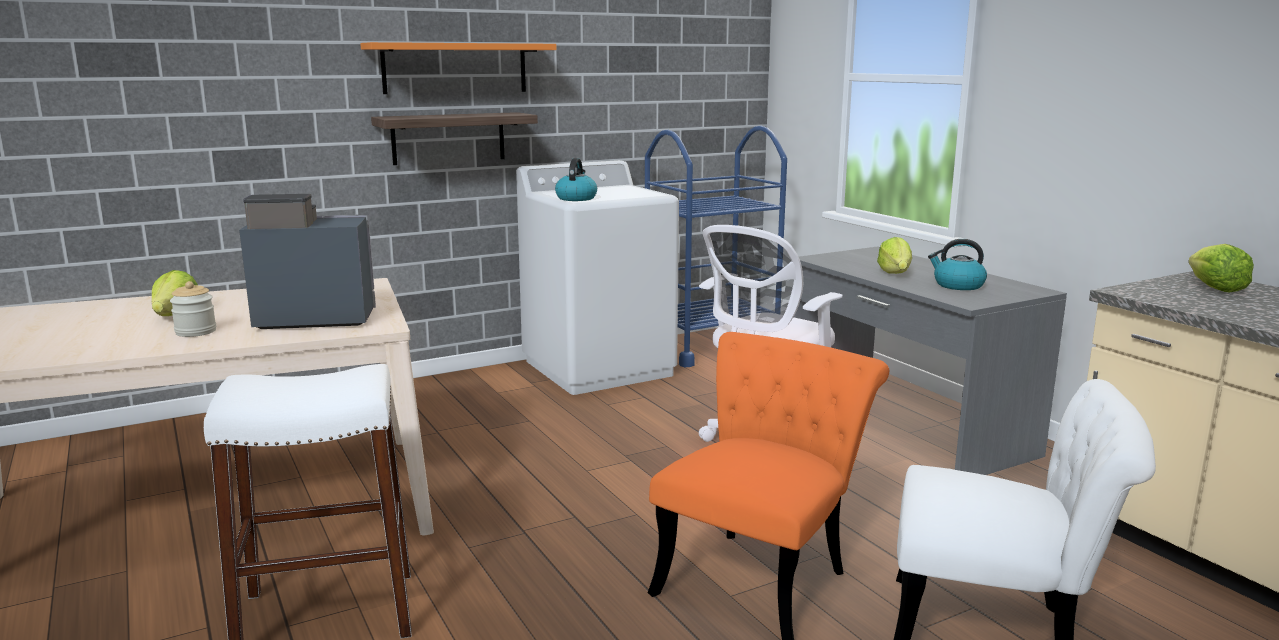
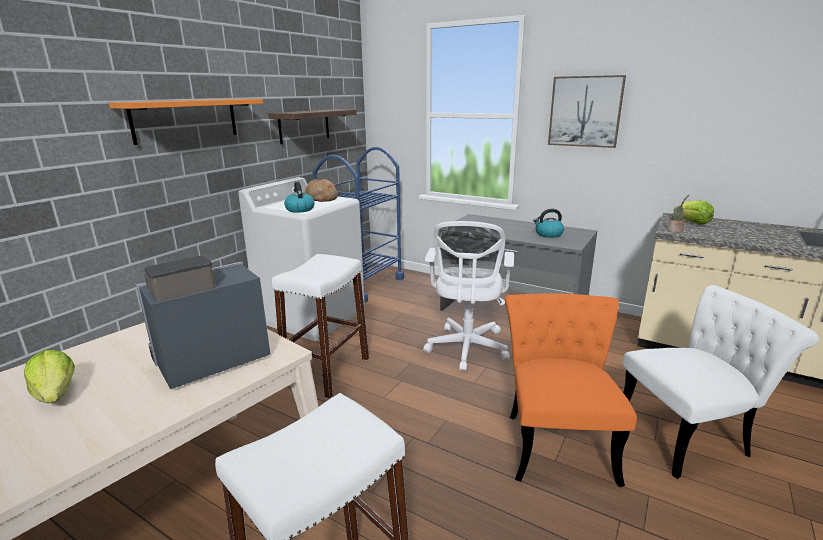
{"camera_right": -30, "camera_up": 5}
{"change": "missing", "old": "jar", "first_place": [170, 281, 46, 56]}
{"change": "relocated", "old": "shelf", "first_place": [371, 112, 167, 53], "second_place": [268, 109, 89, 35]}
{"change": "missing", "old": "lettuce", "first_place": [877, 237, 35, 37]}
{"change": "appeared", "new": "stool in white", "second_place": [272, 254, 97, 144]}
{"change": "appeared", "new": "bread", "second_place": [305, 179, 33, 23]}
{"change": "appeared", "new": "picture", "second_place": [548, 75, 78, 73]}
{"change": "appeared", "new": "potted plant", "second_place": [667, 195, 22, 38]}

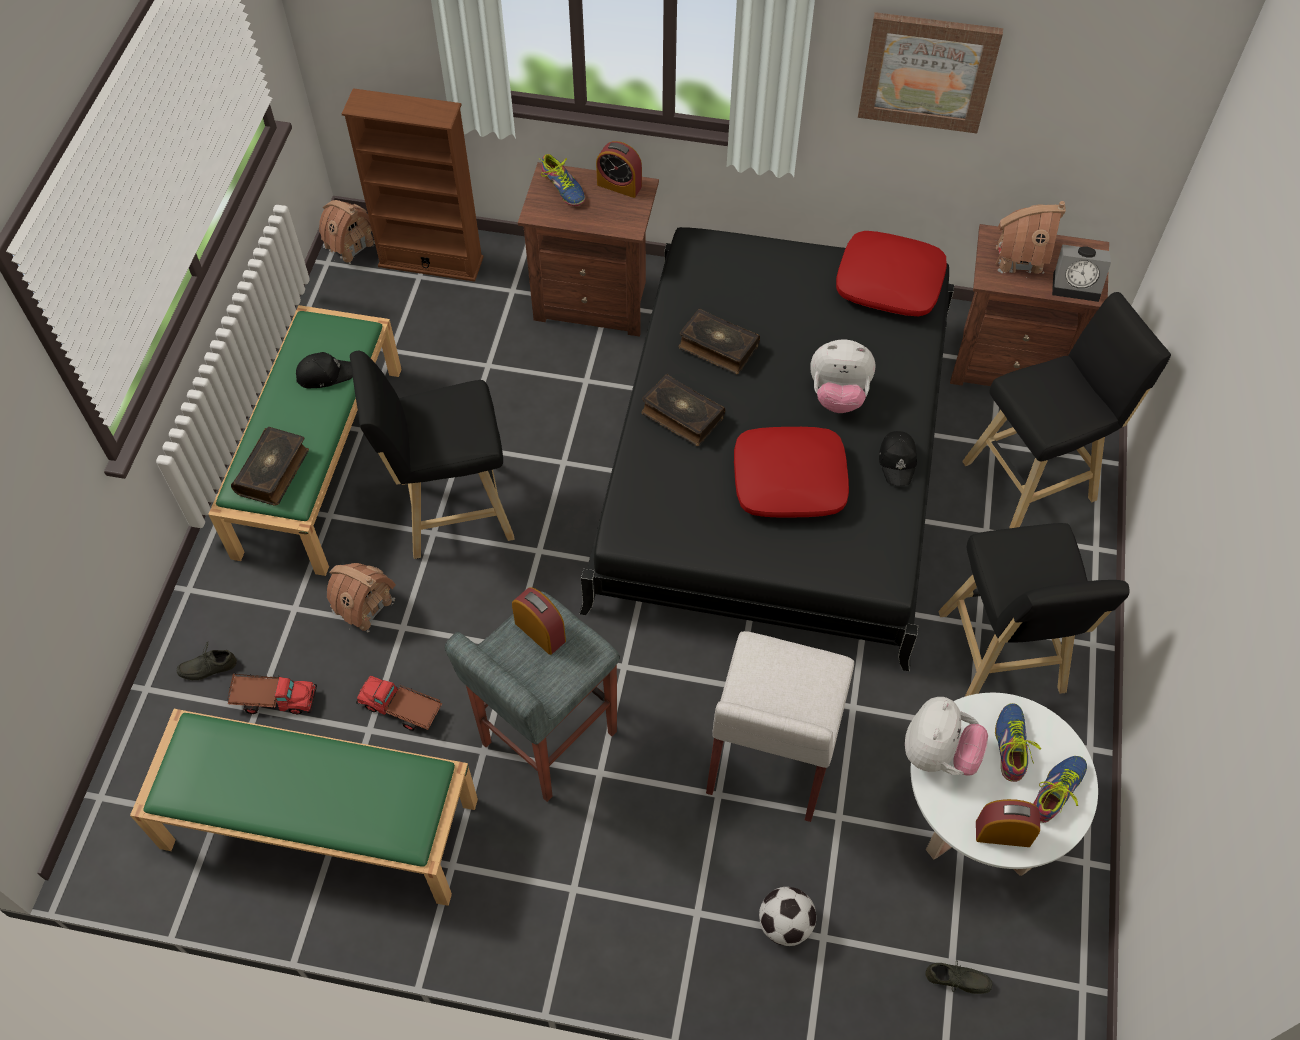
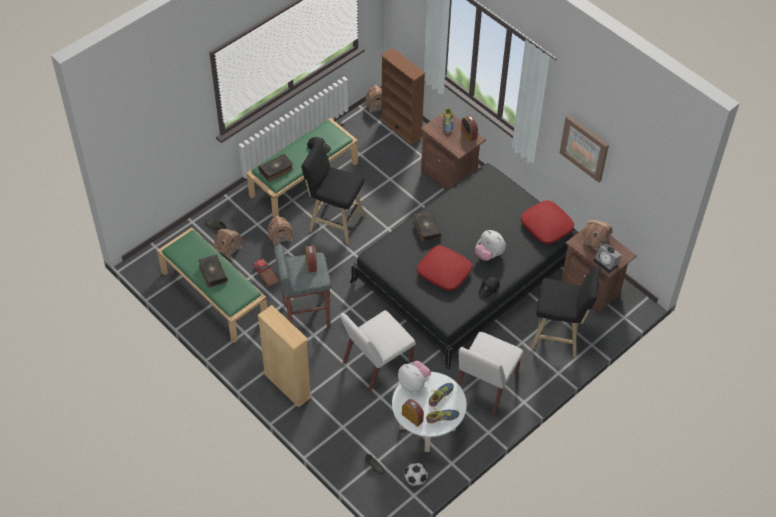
{"camera_right": 35, "camera_up": -5}
{"change": "exchanged", "old": "toy truck", "new": "toy house", "first_place": [227, 673, 90, 41], "second_place": [215, 229, 28, 30]}
{"change": "relocated", "old": "book", "first_place": [679, 308, 81, 66], "second_place": [199, 255, 29, 33]}
{"change": "relocated", "old": "football", "first_place": [759, 887, 57, 59], "second_place": [404, 462, 24, 24]}
{"change": "spun", "old": "plush toy", "first_place": [905, 697, 83, 79], "second_place": [398, 361, 33, 31], "degrees": -105}
{"change": "exchanged", "old": "stool in black", "new": "chair in white", "first_place": [939, 523, 190, 173], "second_place": [457, 332, 66, 83]}
{"change": "appeared", "new": "bookcase in beige", "second_place": [257, 305, 55, 102]}

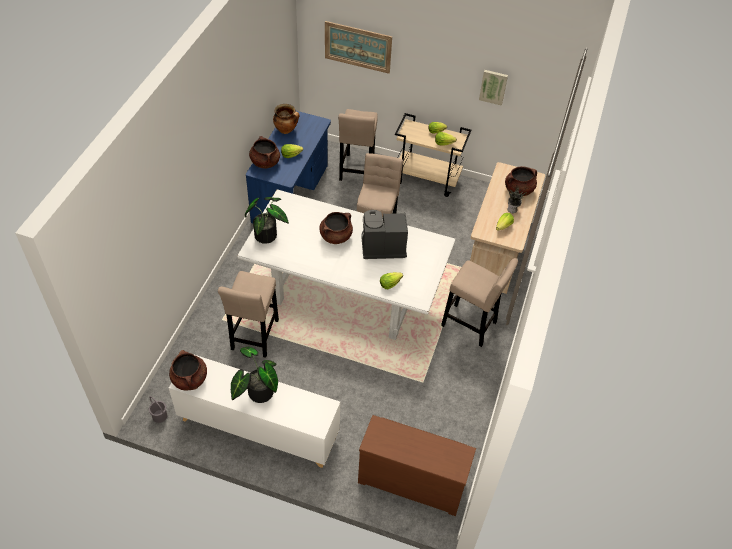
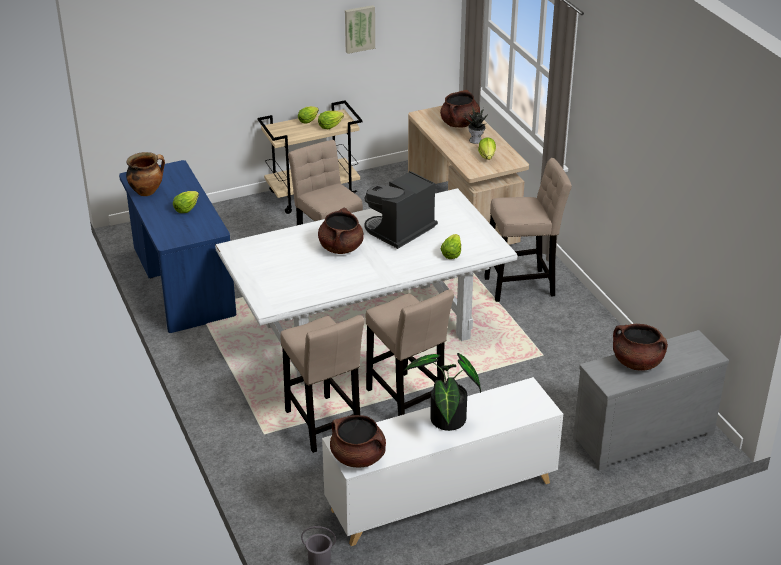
{"camera_right": -40, "camera_up": -15}
{"change": "missing", "old": "potted plant", "first_place": [245, 197, 44, 47]}
{"change": "relocated", "old": "cooking pot in brown", "first_place": [249, 136, 31, 32], "second_place": [613, 324, 55, 47]}
{"change": "missing", "old": "picture", "first_place": [325, 21, 67, 53]}
{"change": "relocated", "old": "stool in beige", "first_place": [338, 109, 40, 72], "second_place": [366, 289, 88, 127]}
{"change": "colour", "old": "dresser in brown", "new": "dresser in grey", "first_place": [358, 415, 118, 101], "second_place": [573, 330, 156, 141]}

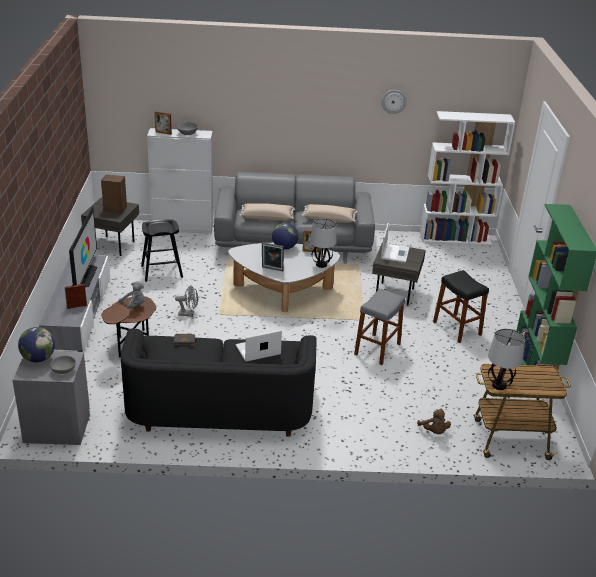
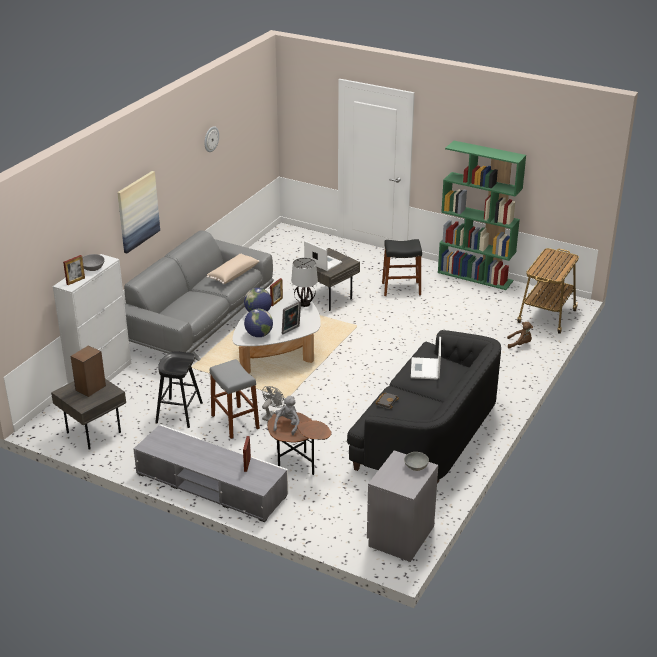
{"camera_right": -60, "camera_up": 0}
{"change": "relocated", "old": "globe", "first_place": [18, 327, 37, 35], "second_place": [244, 309, 29, 28]}
{"change": "missing", "old": "television", "first_place": [69, 206, 29, 81]}
{"change": "missing", "old": "pillow in beige", "first_place": [239, 203, 56, 18]}
{"change": "relocated", "old": "stool in grey", "first_place": [354, 288, 51, 77], "second_place": [210, 359, 50, 80]}
{"change": "missing", "old": "bookcase in white", "first_place": [420, 111, 95, 134]}
{"change": "missing", "old": "table lamp", "first_place": [488, 329, 37, 61]}
{"change": "appeared", "new": "picture", "second_place": [117, 171, 43, 83]}

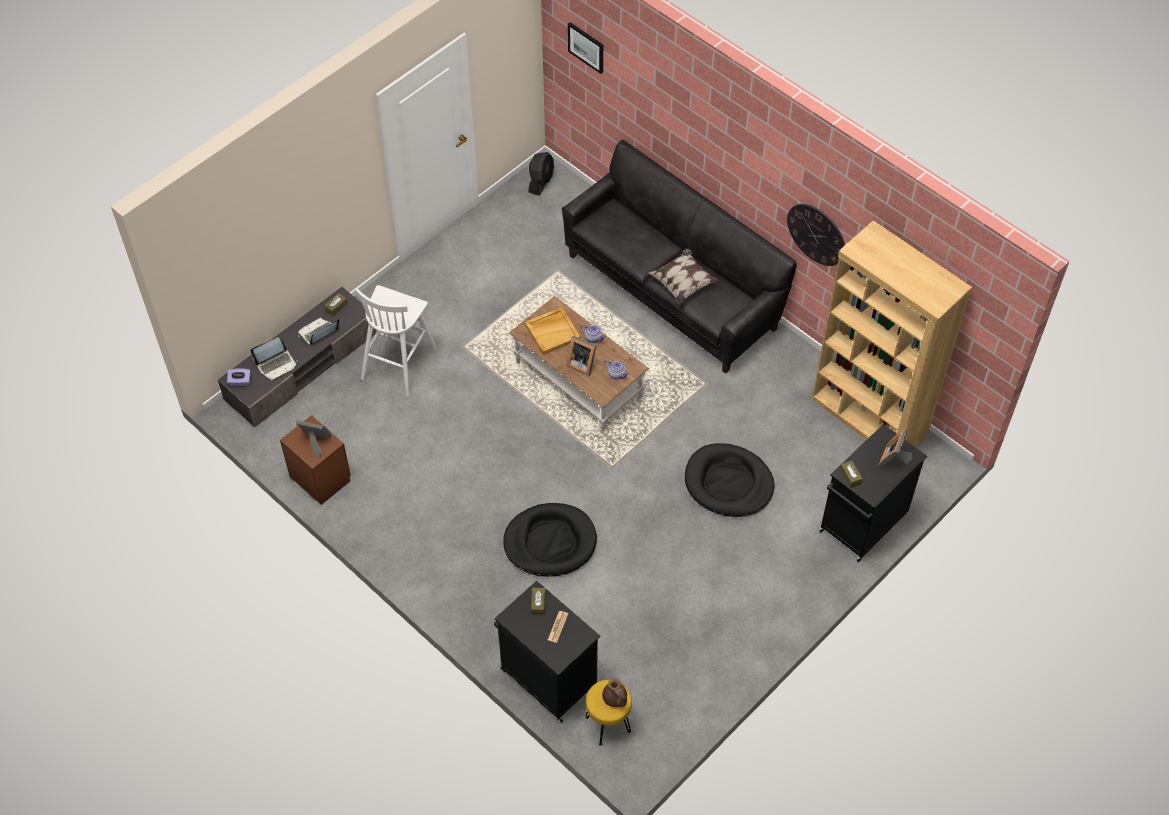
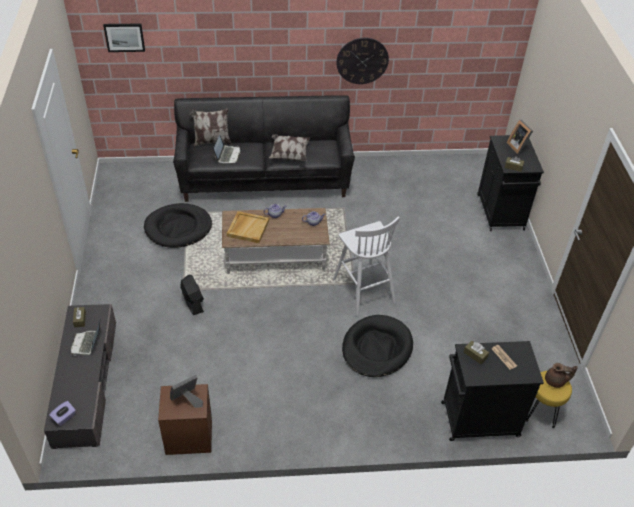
{"camera_right": -50, "camera_up": -10}
{"change": "relocated", "old": "laptop", "first_place": [250, 337, 48, 44], "second_place": [213, 135, 27, 28]}
{"change": "relocated", "old": "stool in white", "first_place": [355, 285, 82, 112], "second_place": [333, 216, 67, 100]}
{"change": "relocated", "old": "fan in black", "first_place": [529, 152, 25, 44], "second_place": [180, 274, 24, 41]}
{"change": "missing", "old": "picture frame", "first_place": [566, 336, 30, 40]}
{"change": "relocated", "old": "dog bed in black", "first_place": [685, 443, 89, 74], "second_place": [144, 203, 68, 45]}
{"change": "missing", "old": "bookcase in brown", "first_place": [812, 221, 160, 226]}
{"change": "appeared", "new": "pillow", "second_place": [189, 108, 42, 39]}

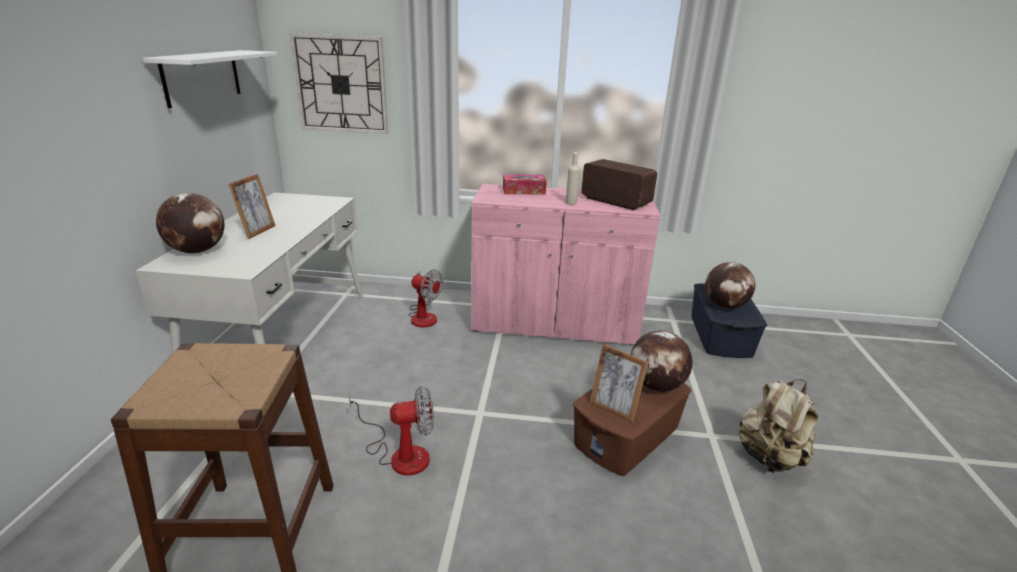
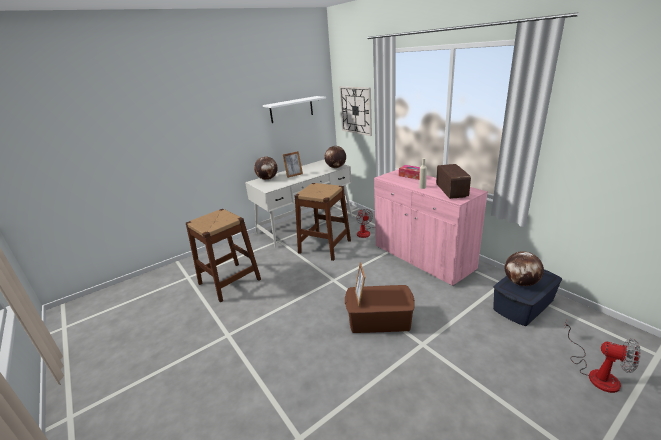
{"camera_right": 50, "camera_up": 0}
{"change": "relocated", "old": "fan", "first_place": [349, 386, 85, 90], "second_place": [565, 319, 76, 74]}
{"change": "relocated", "old": "globe", "first_place": [631, 330, 62, 62], "second_place": [324, 146, 22, 22]}
{"change": "missing", "old": "backpack in beige", "first_place": [738, 379, 80, 94]}
{"change": "appeared", "new": "stool in brown", "second_place": [295, 183, 56, 78]}

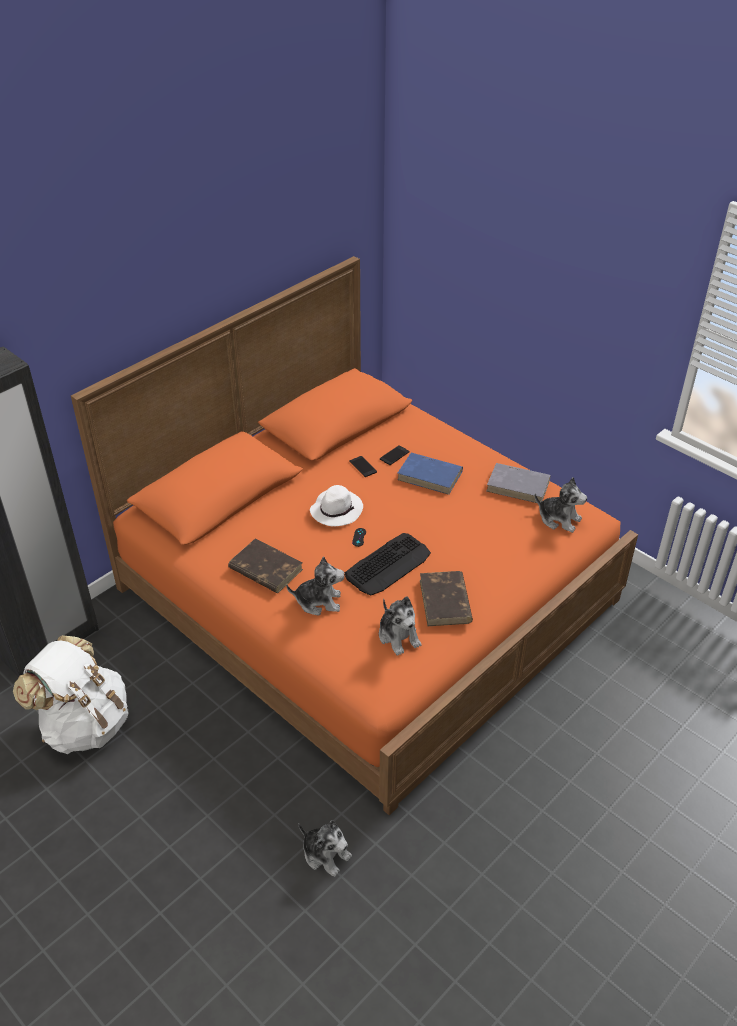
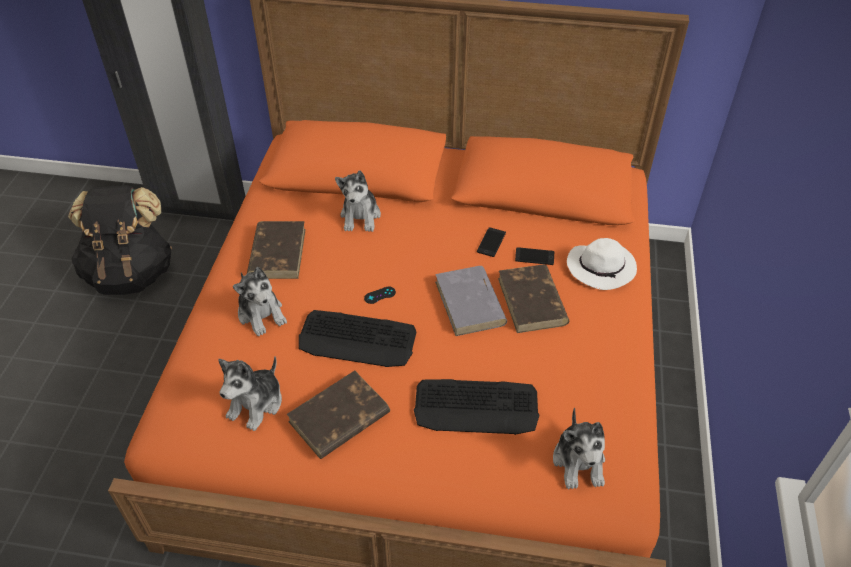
{"camera_right": 55, "camera_up": 5}
{"change": "colour", "old": "backpack in white", "new": "backpack in black", "first_place": [13, 635, 115, 119], "second_place": [68, 185, 104, 110]}
{"change": "relocated", "old": "plush toy", "first_place": [298, 820, 54, 57], "second_place": [335, 171, 46, 61]}
{"change": "relocated", "old": "hat in white", "first_place": [310, 485, 53, 41], "second_place": [567, 238, 70, 52]}
{"change": "colour", "old": "book in blue", "new": "book in brown", "first_place": [397, 453, 66, 42], "second_place": [498, 264, 71, 69]}
{"change": "relocated", "old": "book in grey", "first_place": [486, 463, 65, 40], "second_place": [435, 266, 72, 70]}
{"change": "appeared", "new": "keyboard", "second_place": [414, 379, 125, 56]}

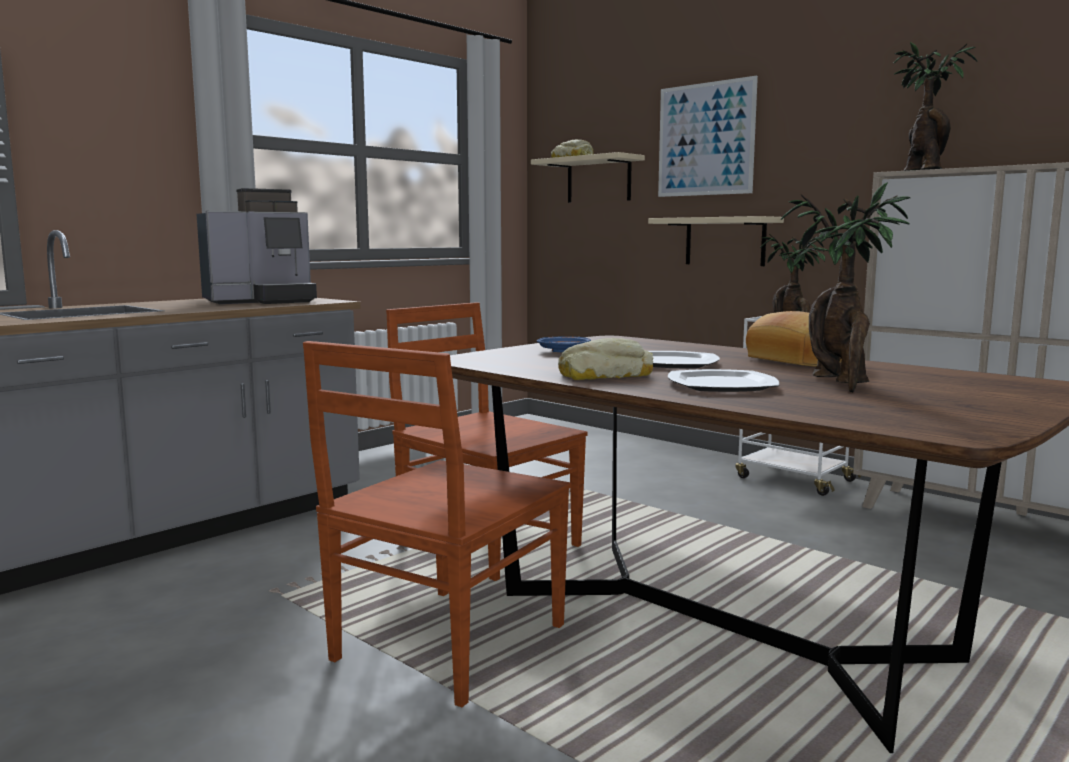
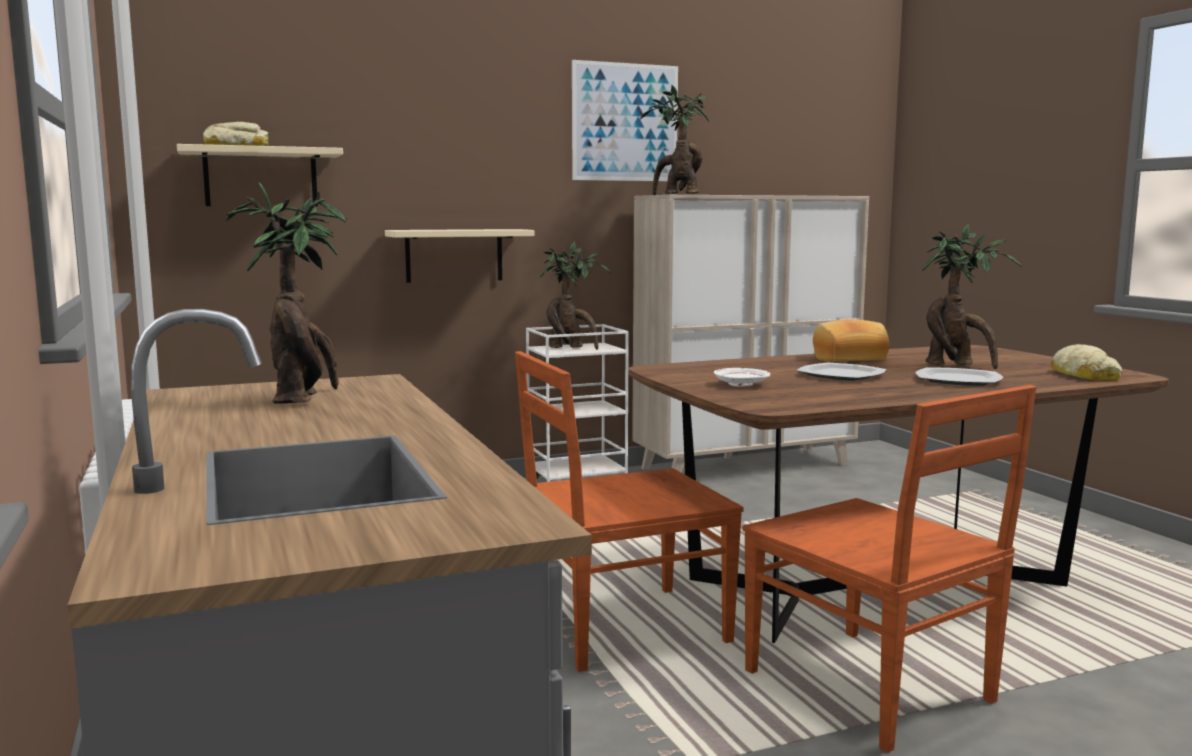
{"camera_right": -65, "camera_up": 0}
{"change": "exchanged", "old": "coffee machine", "new": "potted plant", "first_place": [197, 188, 120, 116], "second_place": [226, 182, 121, 222]}
{"change": "colour", "old": "plate in blue", "new": "plate in white", "first_place": [537, 336, 54, 16], "second_place": [714, 368, 56, 19]}
{"change": "relocated", "old": "bread", "first_place": [558, 338, 96, 42], "second_place": [1051, 344, 71, 36]}
{"change": "relocated", "old": "picture", "first_place": [658, 76, 100, 121], "second_place": [572, 60, 106, 121]}

